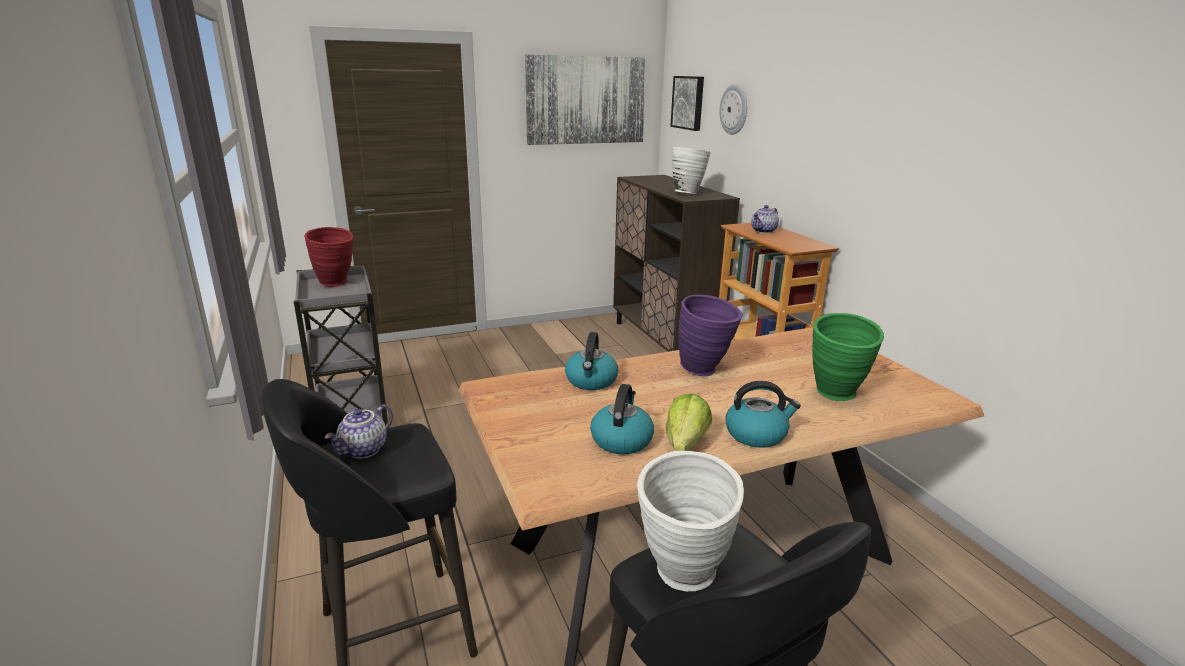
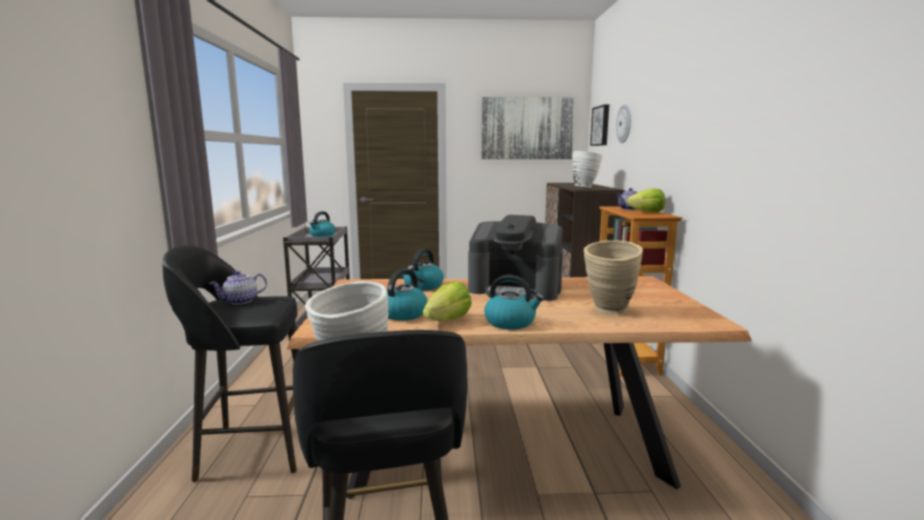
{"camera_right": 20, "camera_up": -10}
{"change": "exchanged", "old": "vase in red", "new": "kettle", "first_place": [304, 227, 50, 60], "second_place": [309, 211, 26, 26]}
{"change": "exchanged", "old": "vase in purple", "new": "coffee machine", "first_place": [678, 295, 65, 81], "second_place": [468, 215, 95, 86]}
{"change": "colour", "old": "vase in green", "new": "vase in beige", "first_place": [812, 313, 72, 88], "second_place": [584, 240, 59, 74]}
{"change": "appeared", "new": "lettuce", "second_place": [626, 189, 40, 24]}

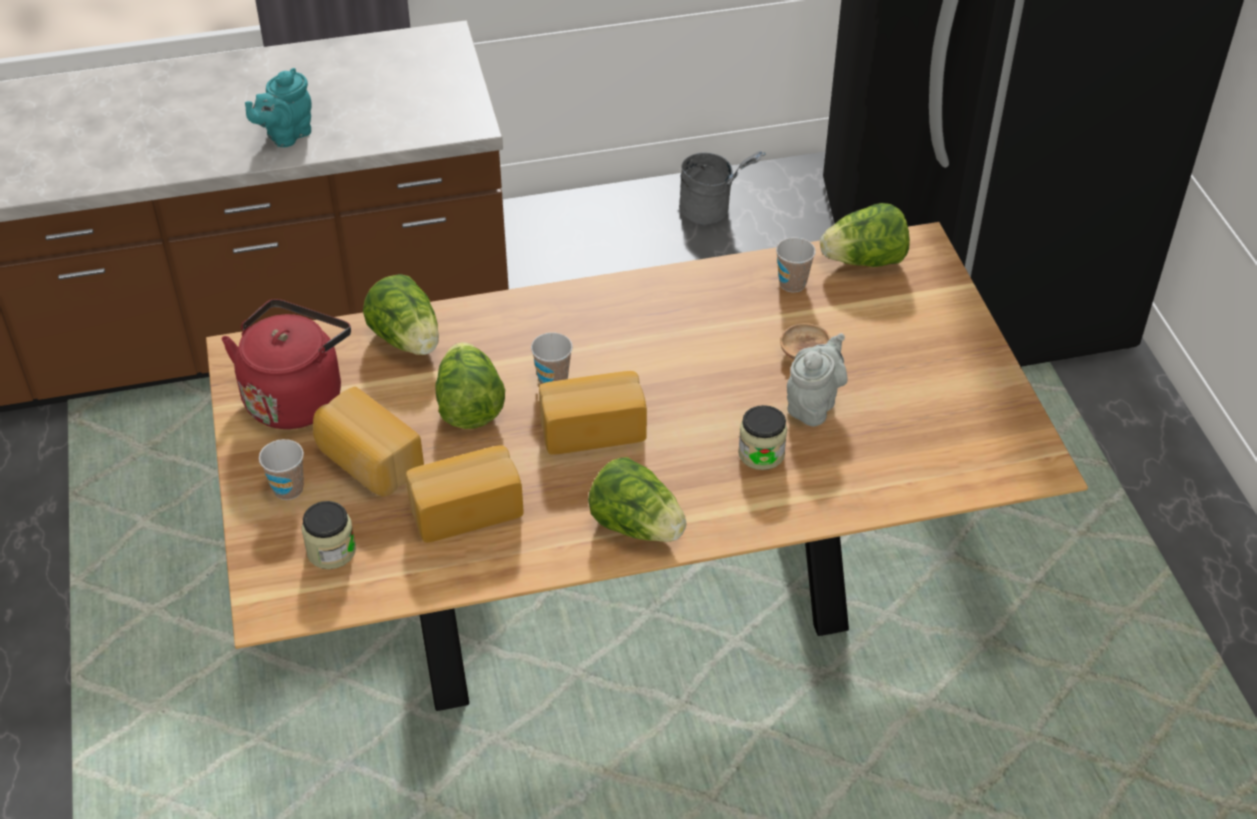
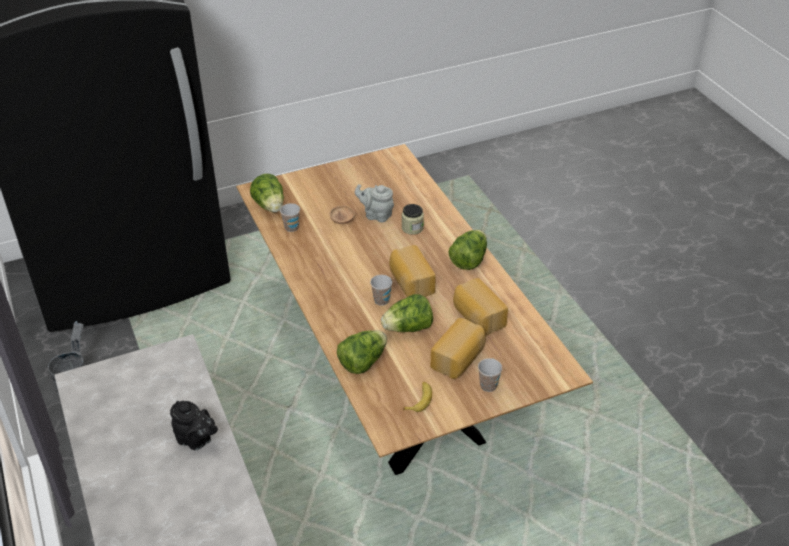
{"camera_right": -100, "camera_up": -5}
{"change": "exchanged", "old": "kettle in red", "new": "banana", "first_place": [221, 299, 130, 130], "second_place": [403, 381, 29, 31]}
{"change": "colour", "old": "teapot in turquoise", "new": "teapot in black", "first_place": [245, 68, 67, 79], "second_place": [170, 401, 48, 49]}
{"change": "missing", "old": "jar", "first_place": [302, 501, 54, 68]}

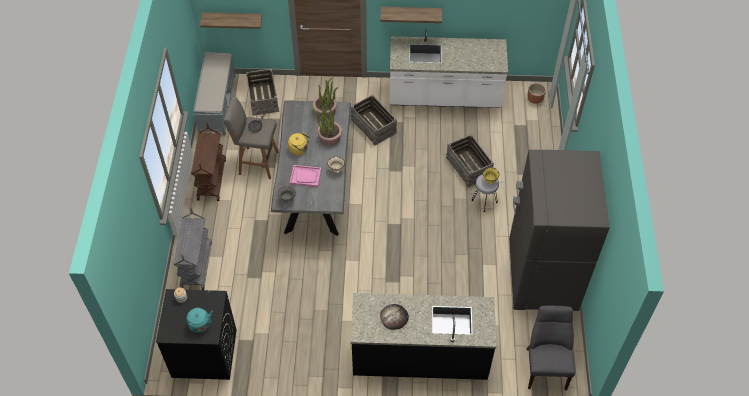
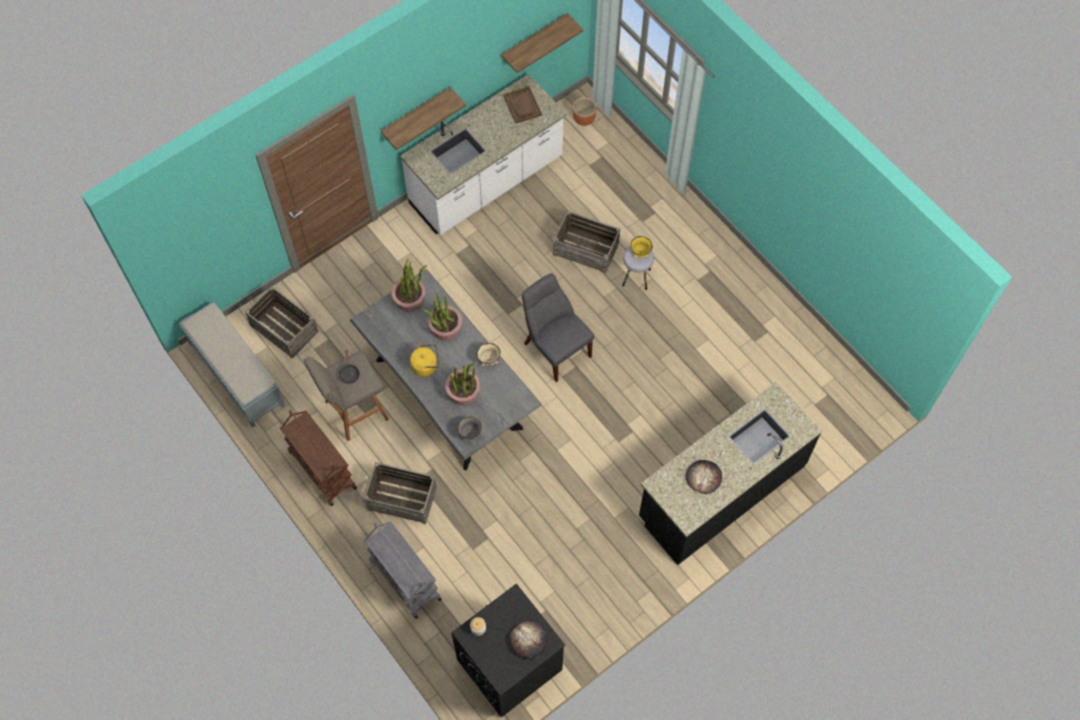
{"camera_right": -40, "camera_up": 10}
{"change": "exchanged", "old": "kettle in turquoise", "new": "bread", "first_place": [186, 308, 27, 25], "second_place": [509, 621, 38, 38]}
{"change": "relocated", "old": "shelf", "first_place": [199, 12, 63, 17], "second_place": [501, 13, 82, 60]}
{"change": "exchanged", "old": "tray in pink", "new": "potted plant", "first_place": [290, 165, 32, 22], "second_place": [445, 363, 35, 42]}
{"change": "relocated", "old": "crate", "first_place": [351, 94, 46, 52], "second_place": [364, 462, 73, 62]}
{"change": "missing", "old": "fridge in grey", "first_place": [509, 150, 100, 161]}
{"change": "relocated", "old": "chair in grey", "first_place": [527, 306, 48, 84], "second_place": [522, 273, 72, 109]}
{"change": "appeared", "new": "tray in brown", "second_place": [503, 86, 39, 38]}

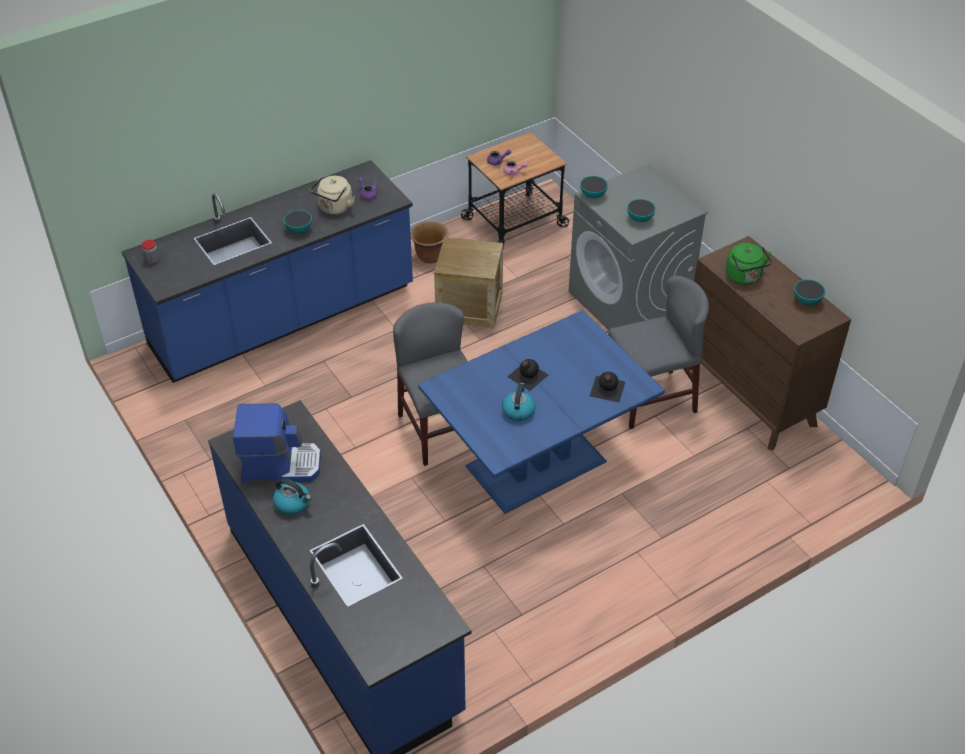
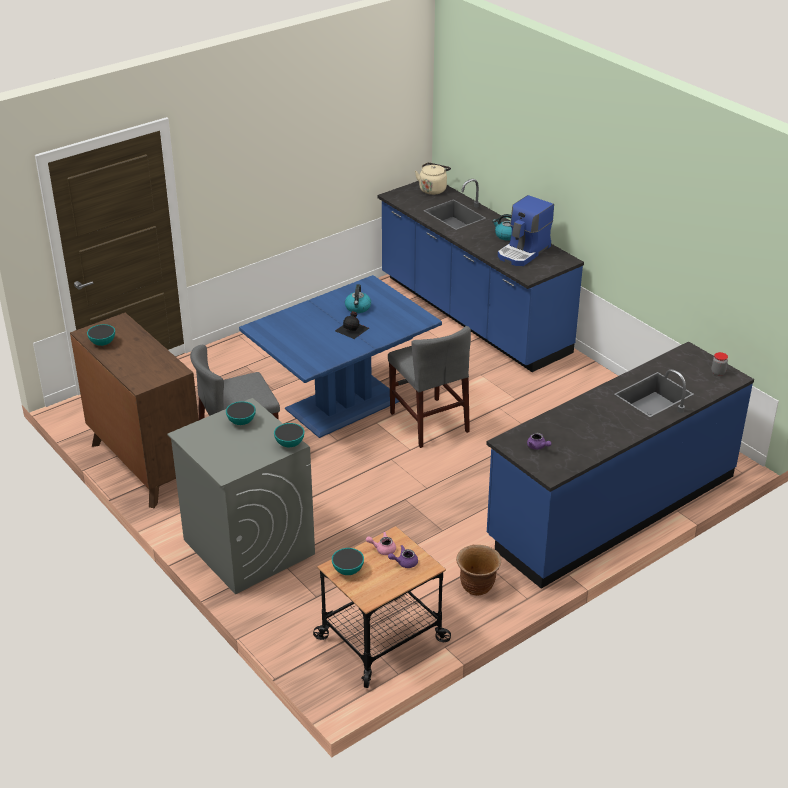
{"camera_right": 175, "camera_up": -10}
{"change": "spun", "old": "coffee machine", "first_place": [233, 403, 88, 80], "second_place": [498, 195, 56, 71], "degrees": -45}
{"change": "relocated", "old": "bowl", "first_place": [284, 210, 28, 23], "second_place": [332, 548, 32, 27]}
{"change": "relocated", "old": "kettle in beige", "first_place": [310, 176, 45, 39], "second_place": [415, 162, 36, 33]}
{"change": "missing", "old": "crate", "first_place": [434, 237, 69, 91]}
{"change": "missing", "old": "bottle in black", "first_place": [590, 372, 35, 31]}
{"change": "missing", "old": "kettle in green", "first_place": [726, 243, 46, 42]}

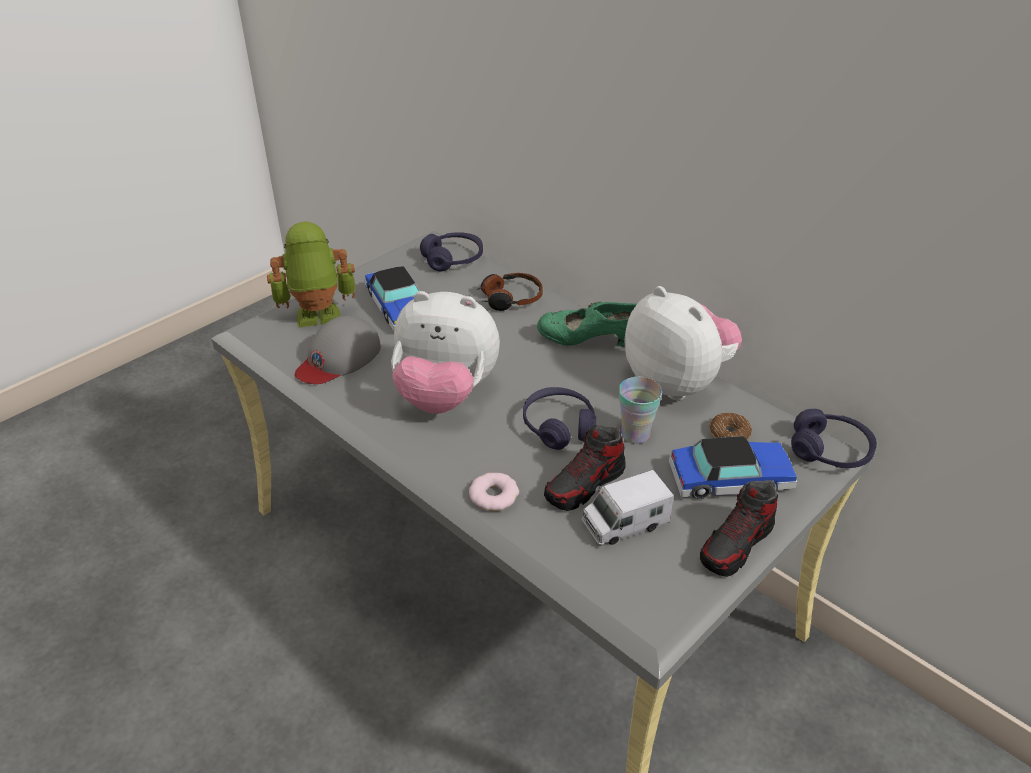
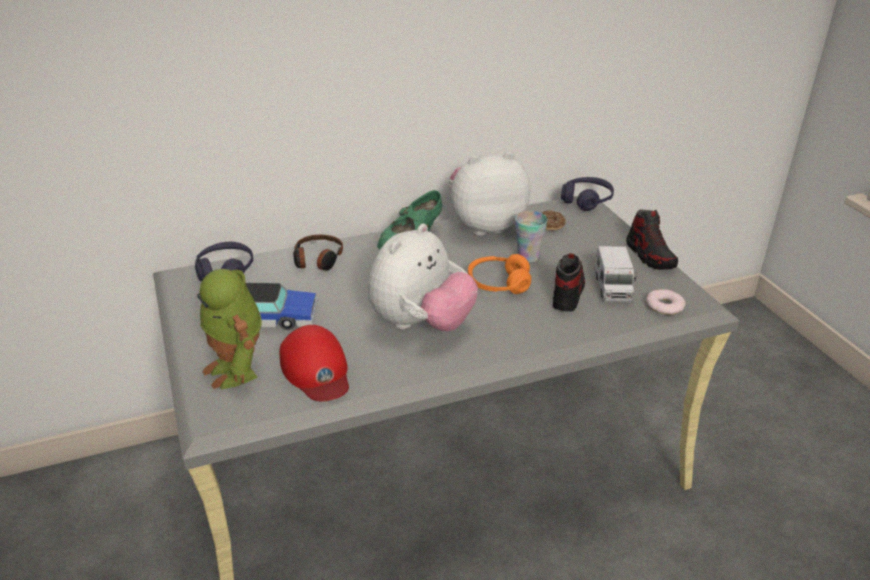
{"camera_right": -65, "camera_up": -5}
{"change": "spun", "old": "toy robot", "first_place": [267, 222, 89, 106], "second_place": [197, 269, 65, 120], "degrees": -45}
{"change": "colour", "old": "cap in grey", "new": "cap in red", "first_place": [295, 315, 86, 69], "second_place": [280, 325, 69, 76]}
{"change": "relocated", "old": "donut", "first_place": [469, 473, 50, 38], "second_place": [646, 289, 40, 26]}
{"change": "colour", "old": "headphones in purple", "new": "headphones in orange", "first_place": [523, 387, 73, 63], "second_place": [468, 254, 63, 40]}
{"change": "spun", "old": "shoe", "first_place": [544, 425, 81, 86], "second_place": [553, 253, 32, 59], "degrees": -150}
{"change": "missing", "old": "toy car", "first_place": [669, 436, 128, 63]}

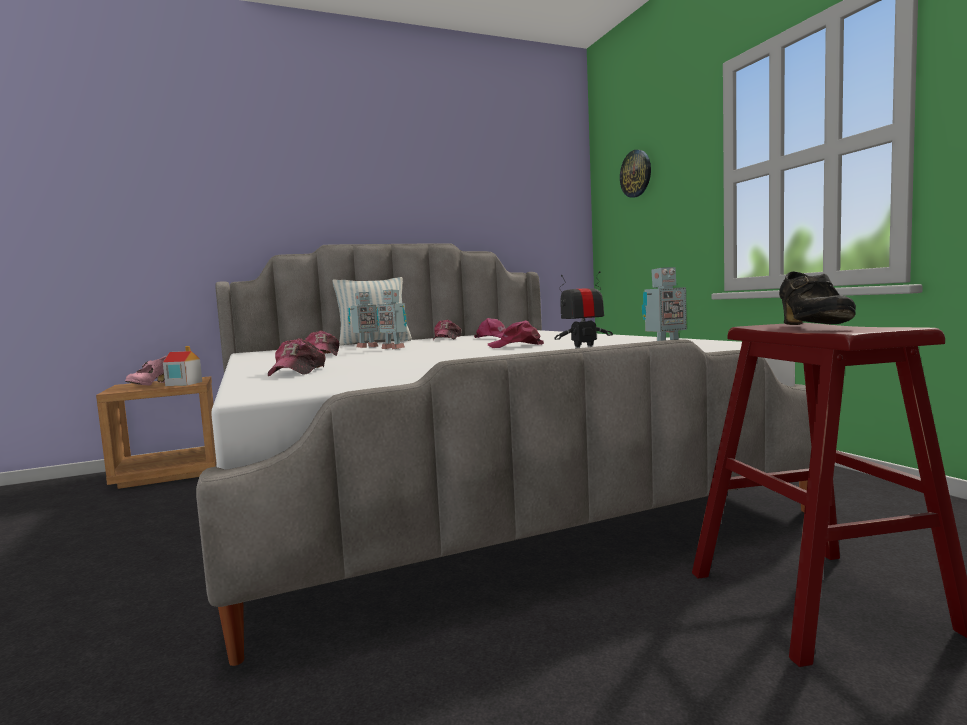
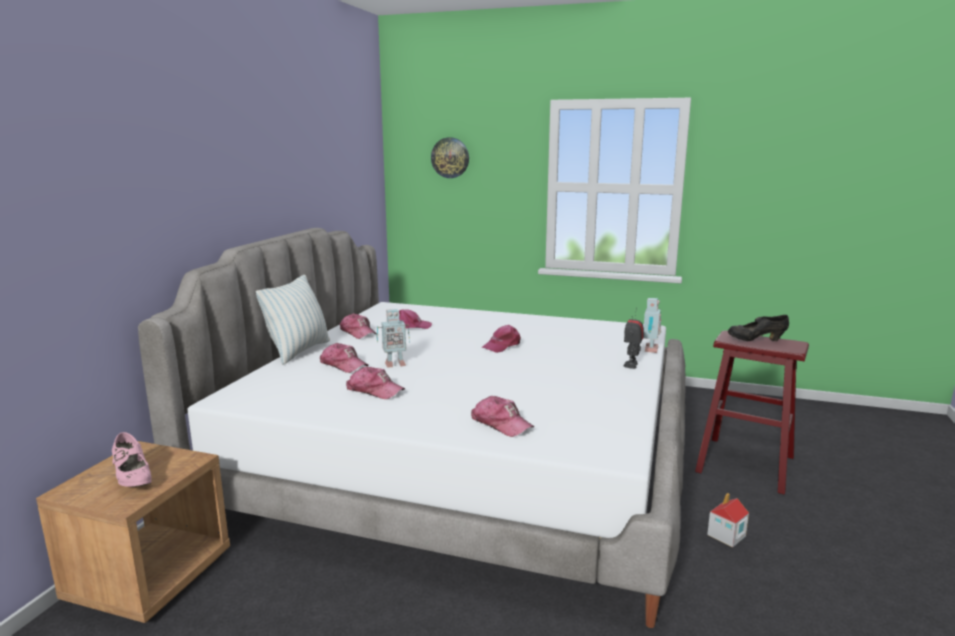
{"camera_right": -50, "camera_up": 10}
{"change": "relocated", "old": "toy house", "first_place": [163, 346, 39, 40], "second_place": [707, 493, 42, 54]}
{"change": "exchanged", "old": "toy robot", "new": "cap", "first_place": [348, 292, 31, 56], "second_place": [320, 343, 48, 30]}
{"change": "spun", "old": "shoe in black", "first_place": [779, 272, 77, 53], "second_place": [728, 315, 61, 26], "degrees": 135}

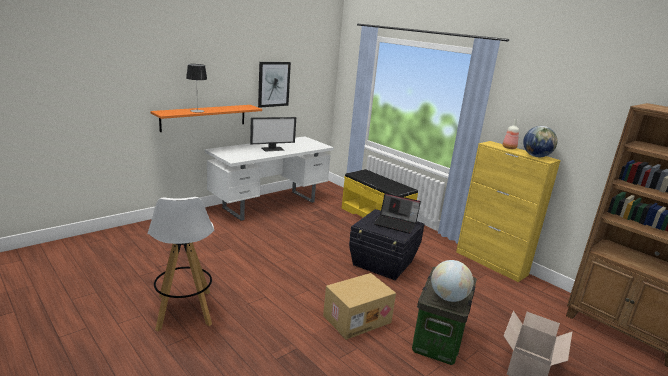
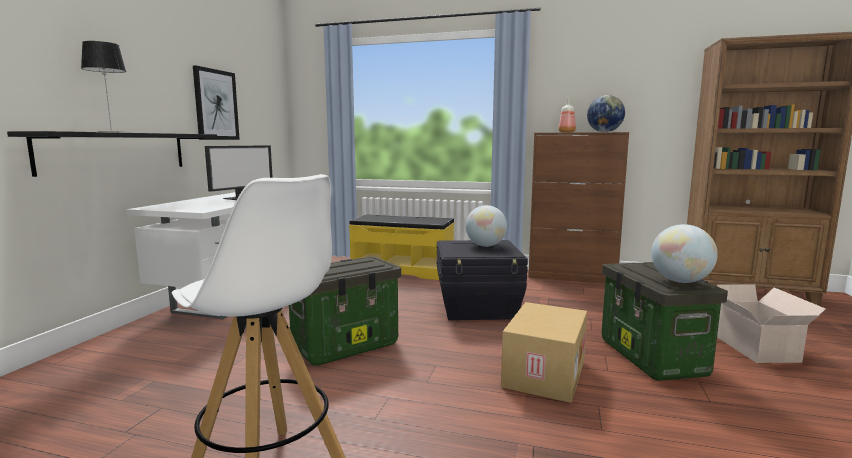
{"camera_right": -30, "camera_up": -10}
{"change": "colour", "old": "shelf in orange", "new": "shelf in black", "first_place": [150, 105, 112, 27], "second_place": [7, 131, 210, 46]}
{"change": "exchanged", "old": "laptop", "new": "globe", "first_place": [373, 193, 48, 41], "second_place": [466, 205, 41, 42]}
{"change": "colour", "old": "cabinet in yellow", "new": "cabinet in brown", "first_place": [456, 141, 105, 141], "second_place": [528, 132, 101, 152]}
{"change": "appeared", "new": "storage box", "second_place": [289, 257, 112, 109]}

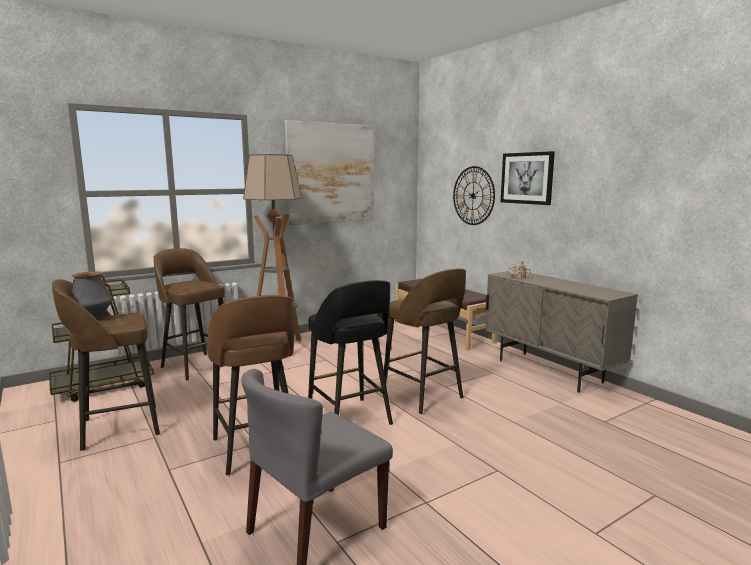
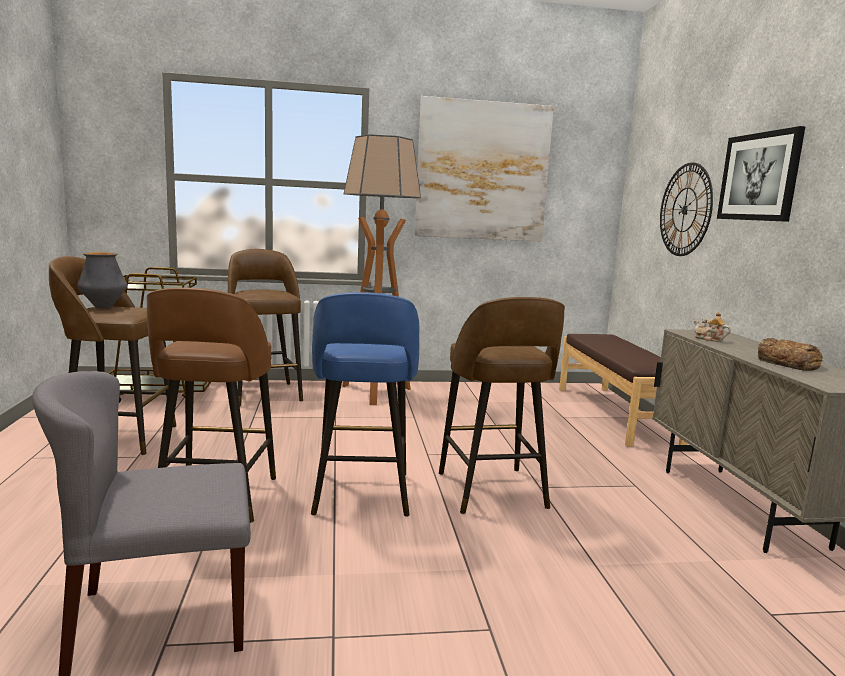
{"camera_right": 25, "camera_up": 0}
{"change": "colour", "old": "stool in black", "new": "stool in blue", "first_place": [308, 280, 85, 145], "second_place": [311, 292, 108, 225]}
{"change": "appeared", "new": "bread", "second_place": [758, 338, 65, 33]}

